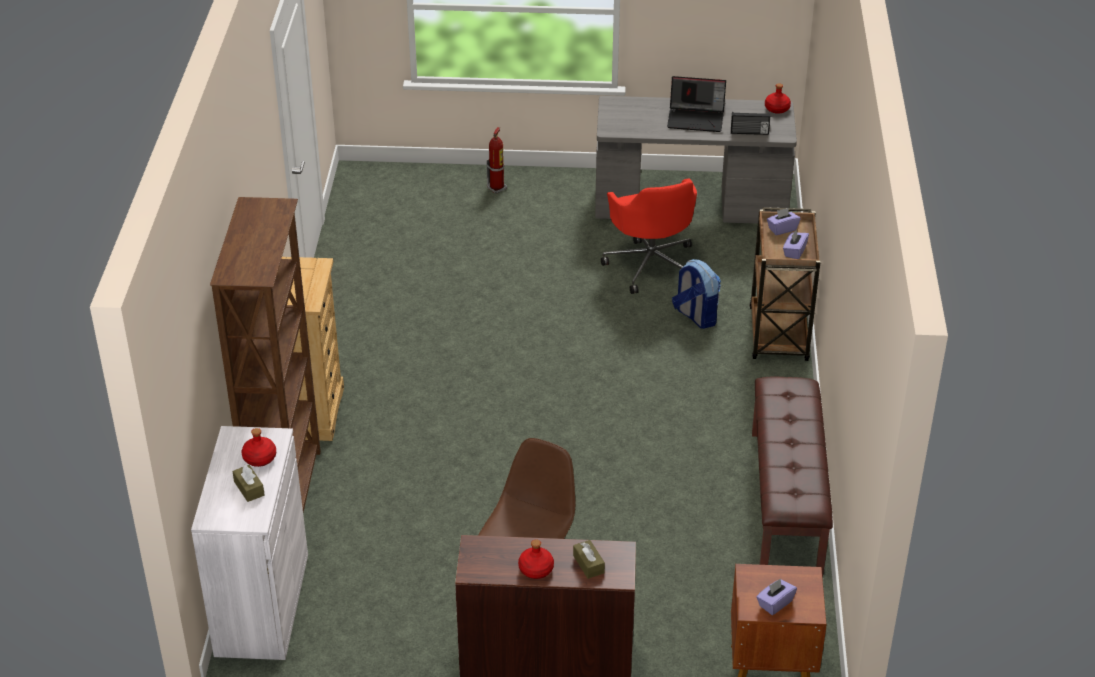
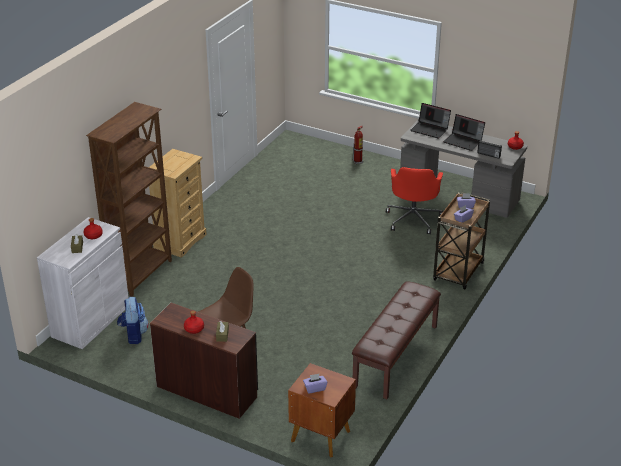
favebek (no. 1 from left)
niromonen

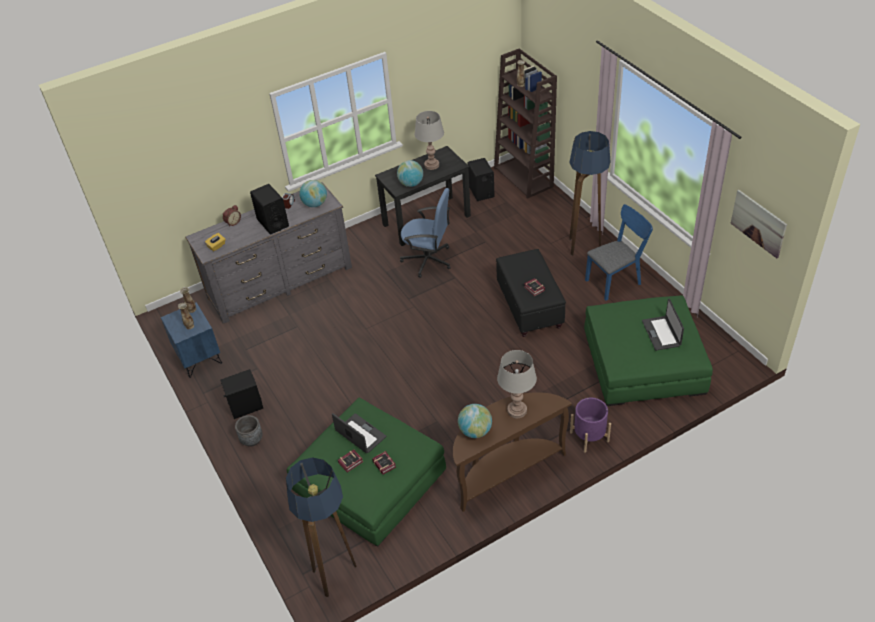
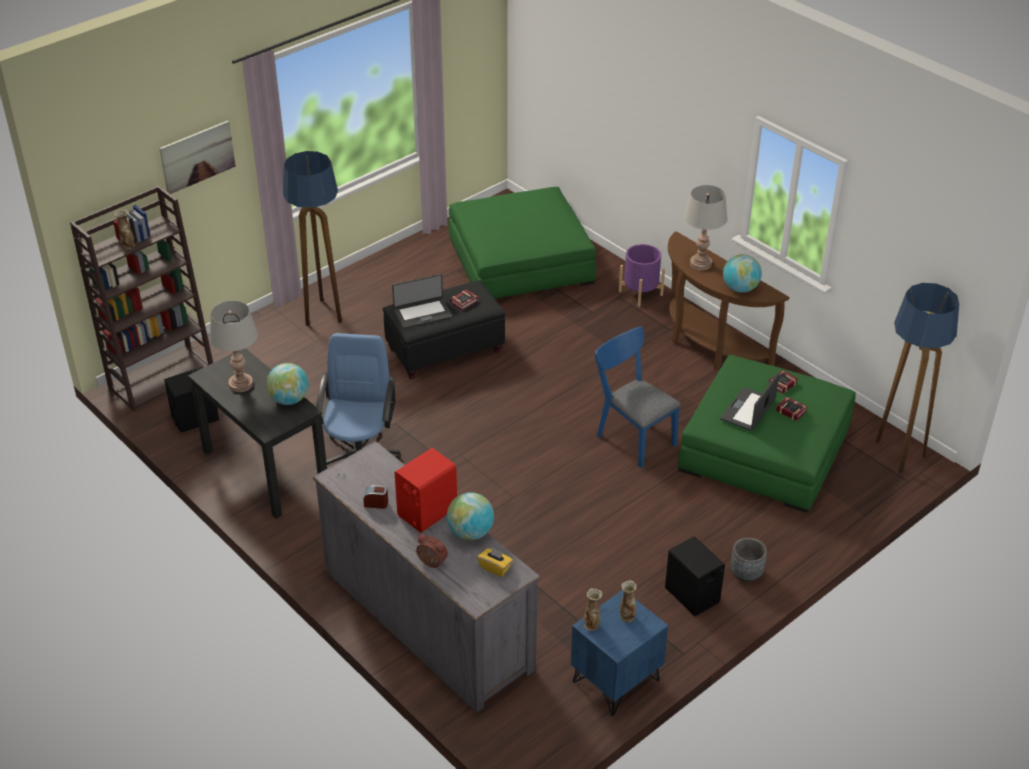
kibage (no. 2 from left)
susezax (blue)
favebek (no. 1 from left)
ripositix
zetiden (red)

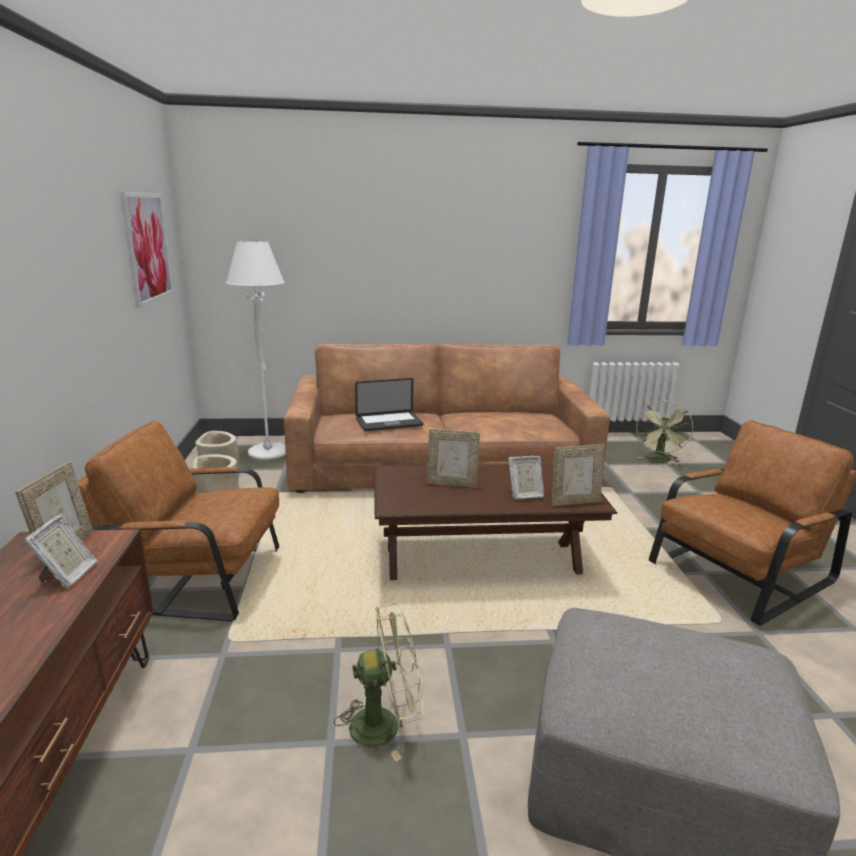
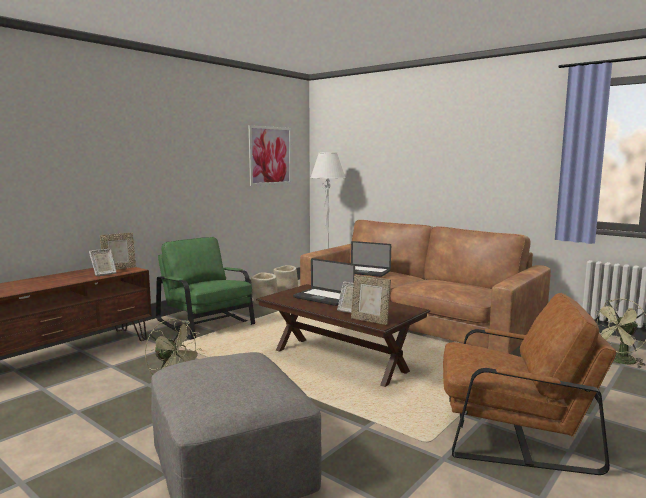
favebek (no. 1 from left)
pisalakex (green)

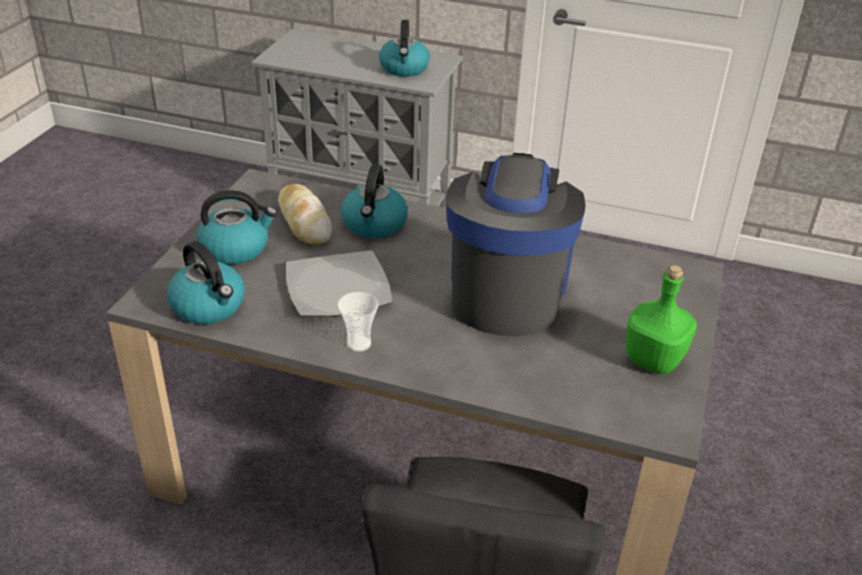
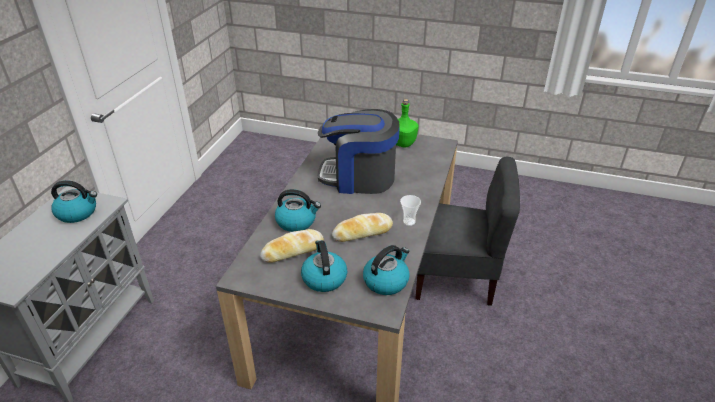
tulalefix (no. 2 from left)

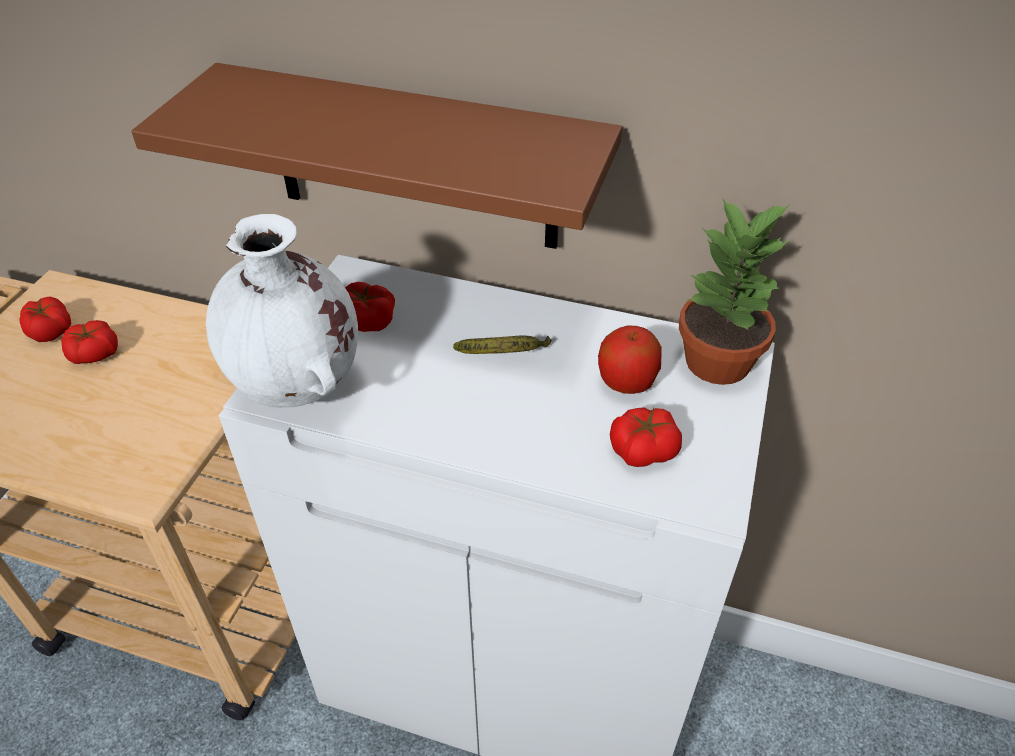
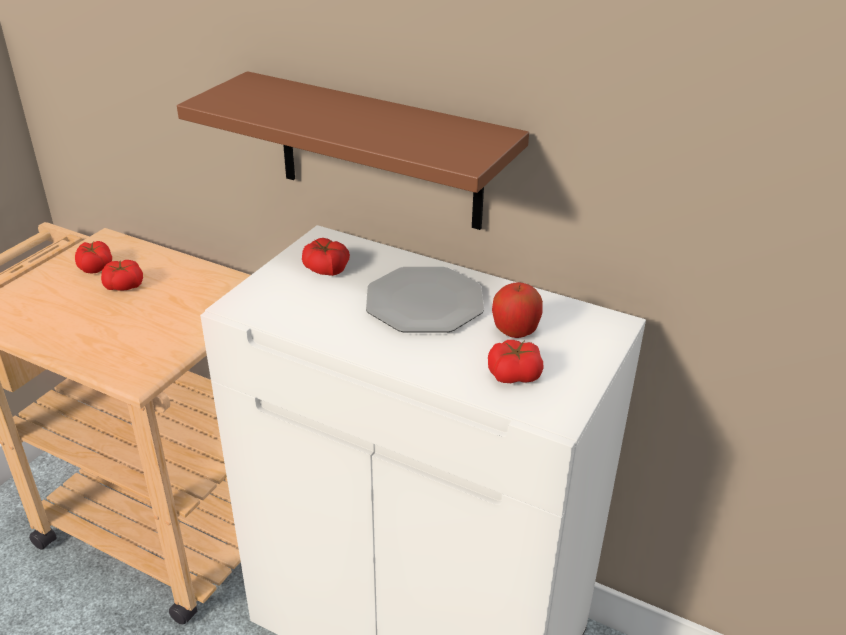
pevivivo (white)
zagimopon
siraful

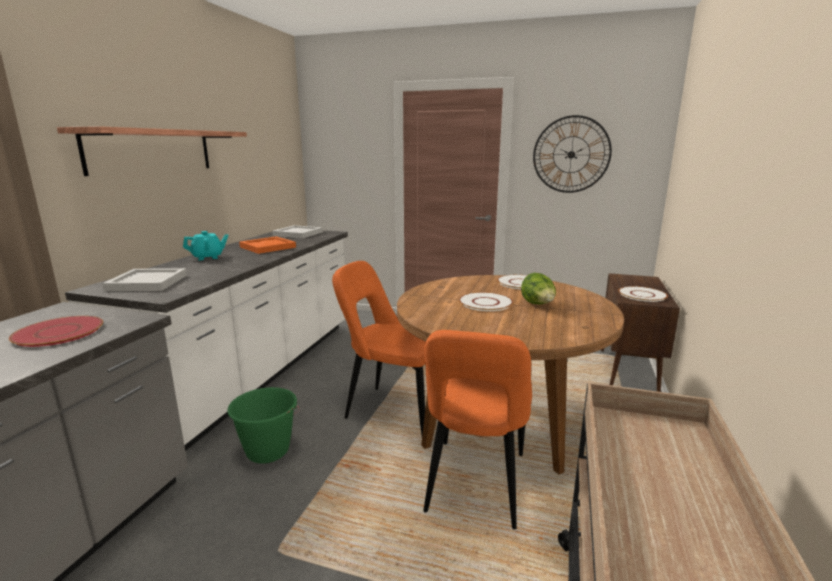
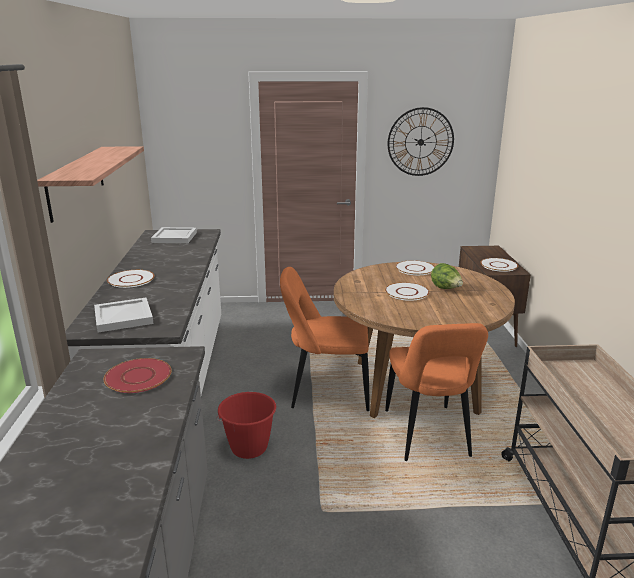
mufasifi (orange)
siraful (white) (no. 1 from left)
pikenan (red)

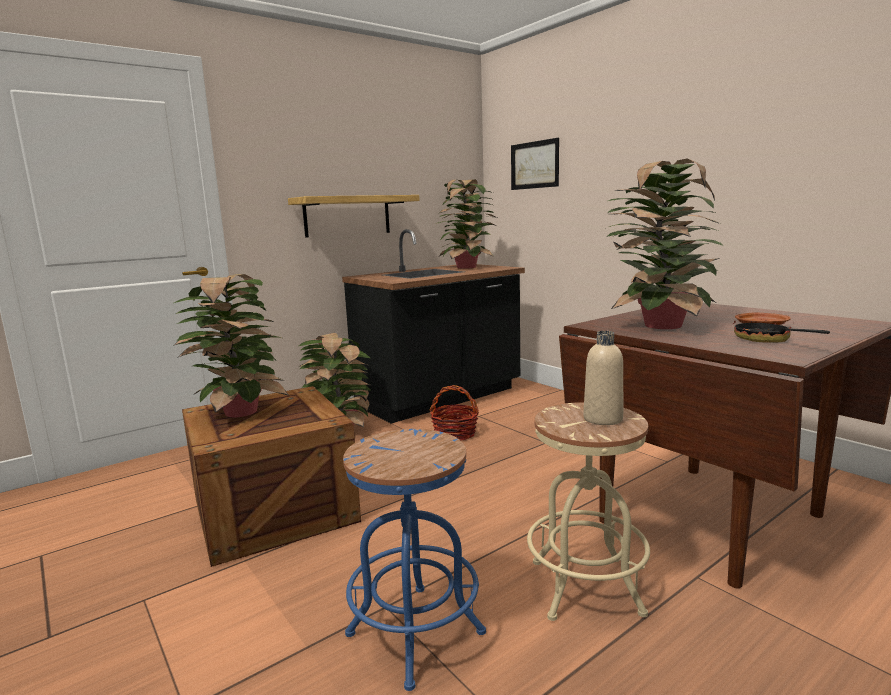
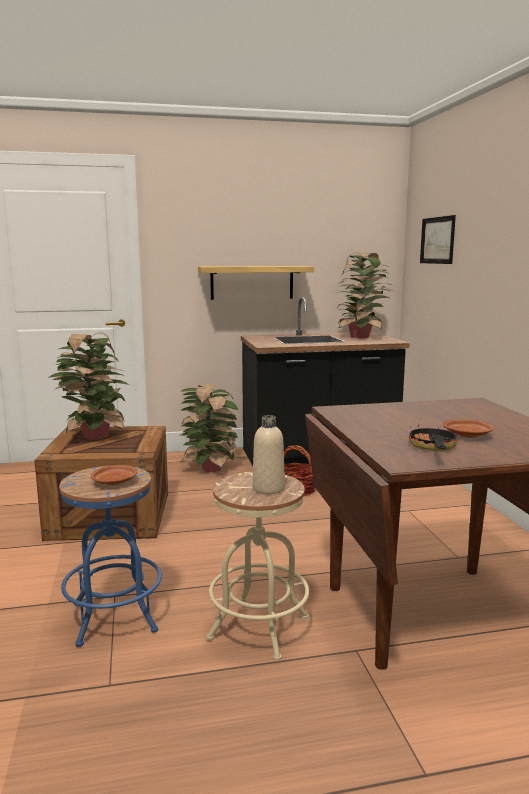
zagimopon (no. 4 from left in the first image)
siraful (brown) (no. 1 from left)

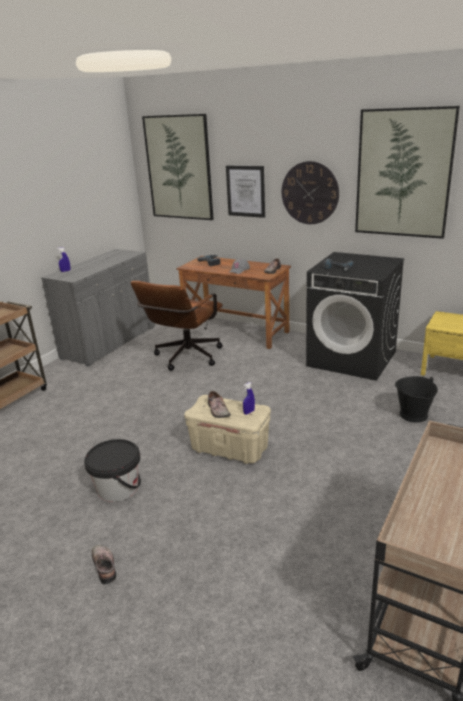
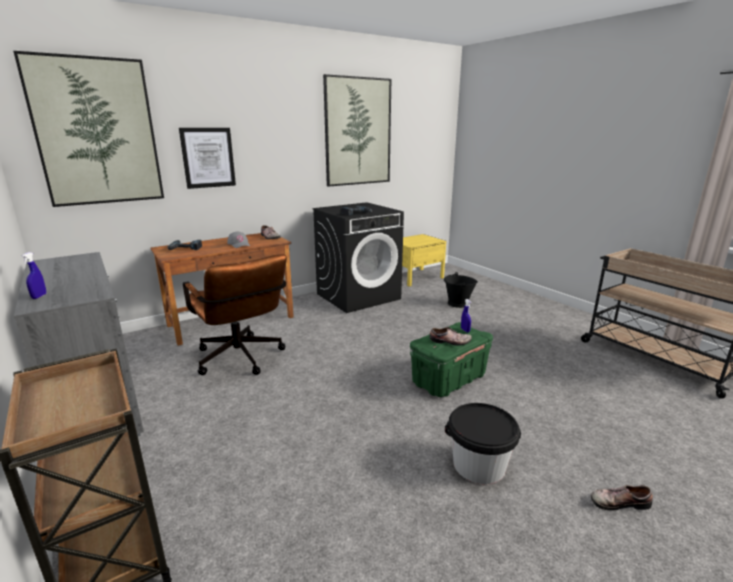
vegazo
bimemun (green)

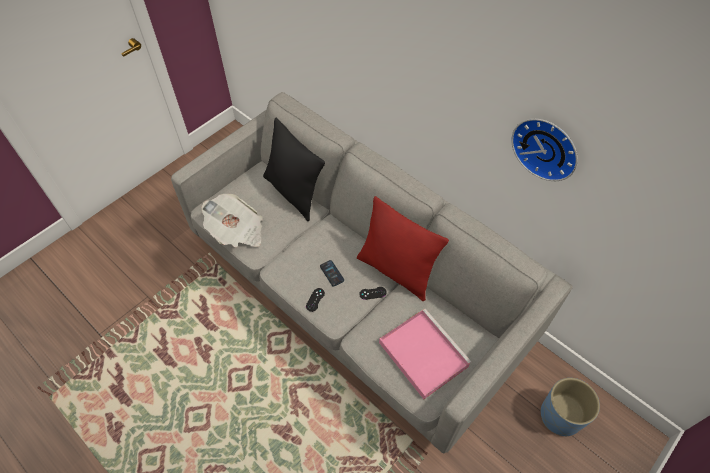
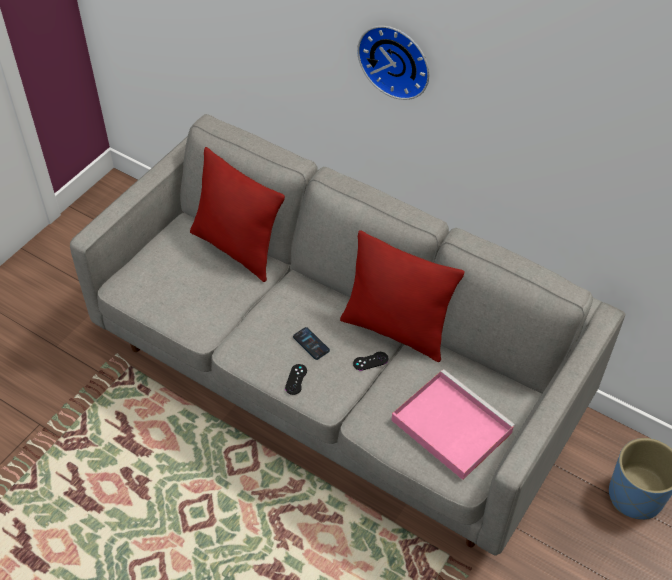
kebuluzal
vegazo
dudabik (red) (no. 1 from left)

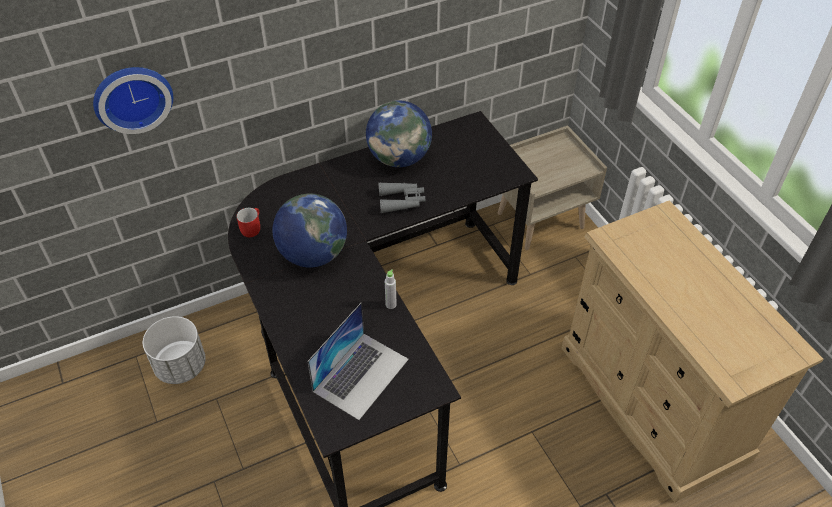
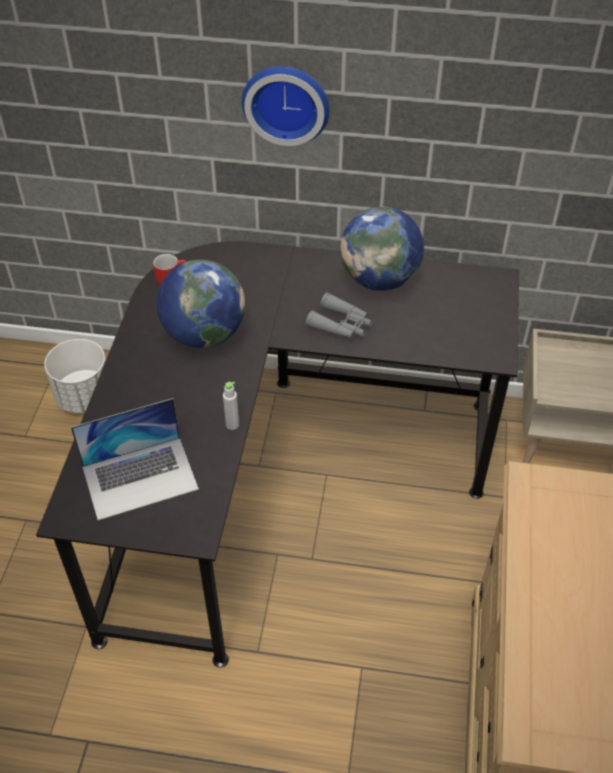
vegazo

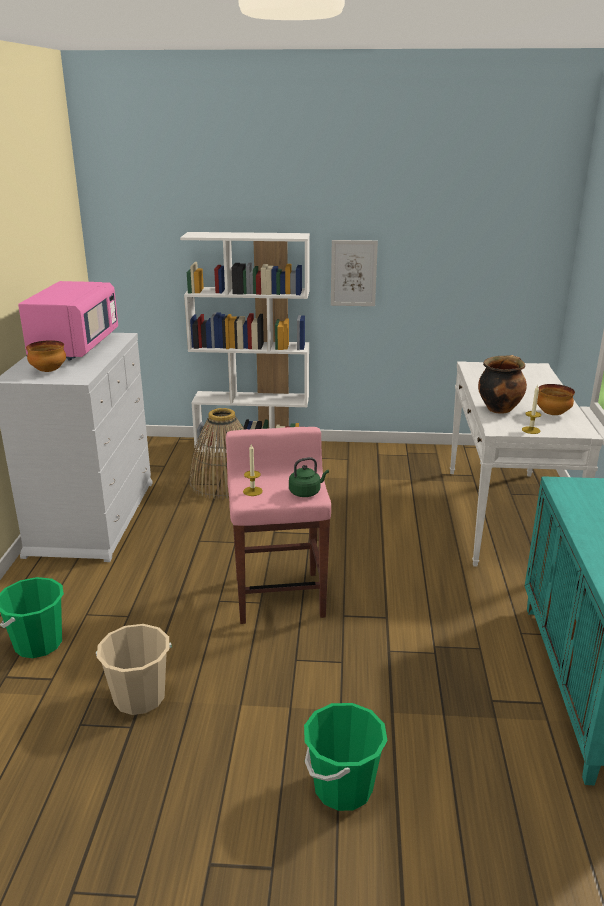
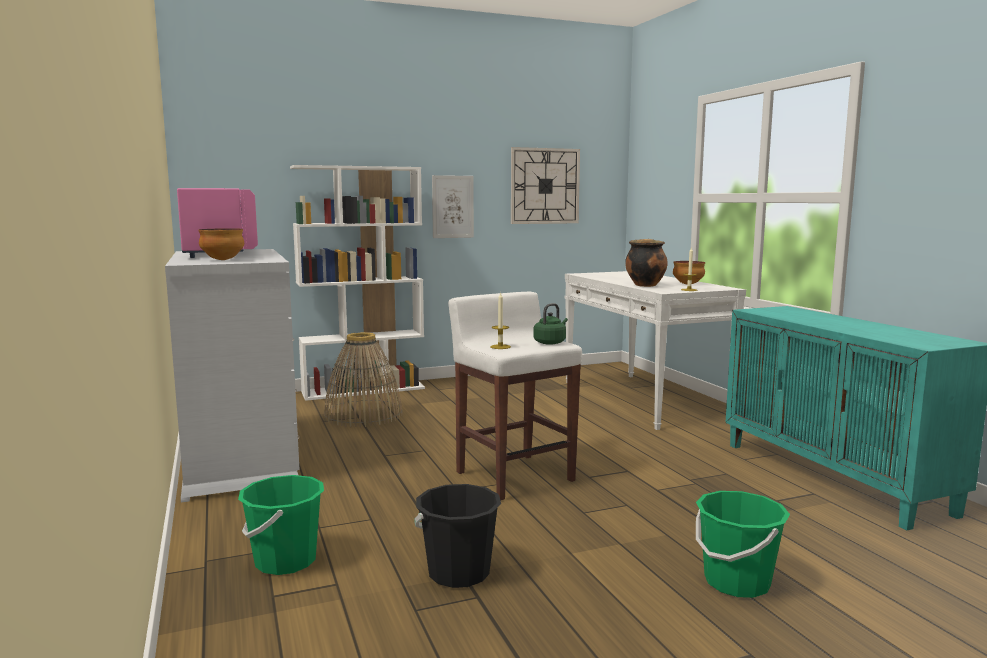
vegazo
pikenan (black)
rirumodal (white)

